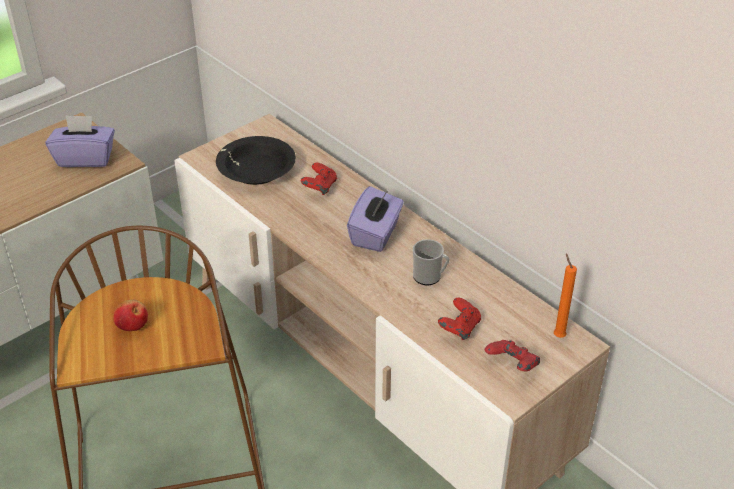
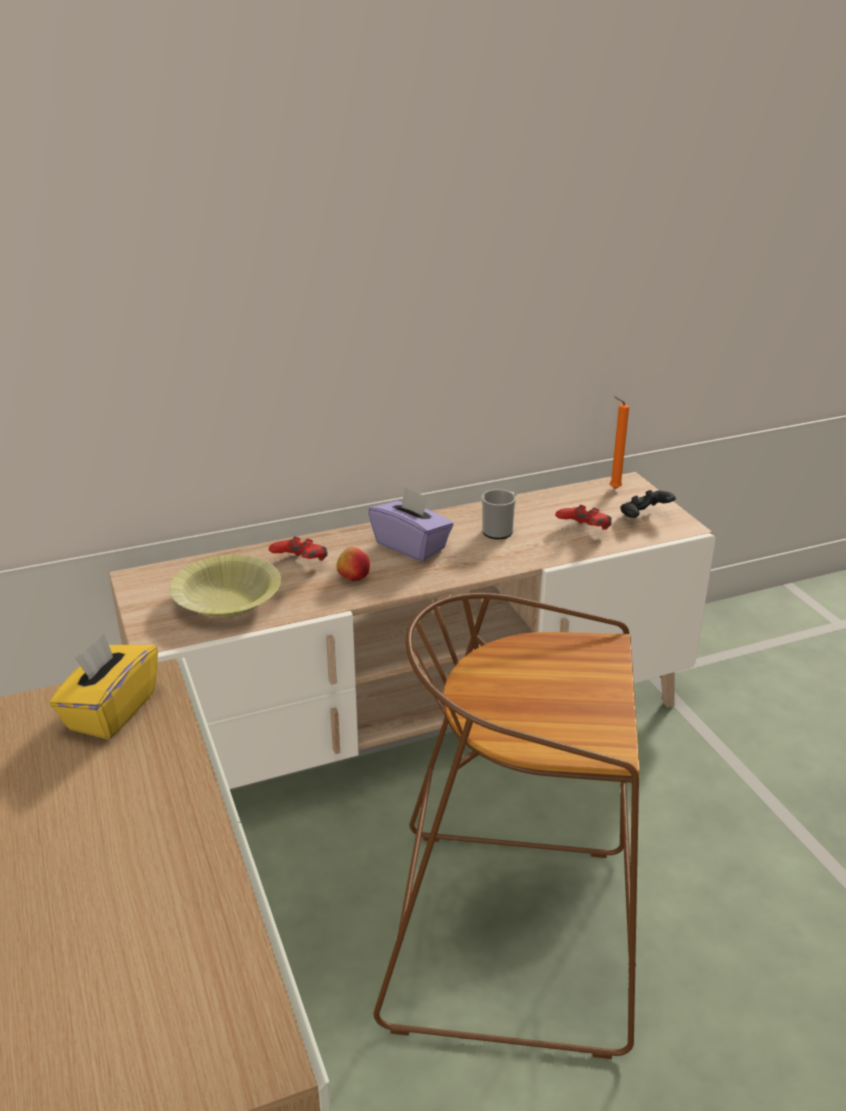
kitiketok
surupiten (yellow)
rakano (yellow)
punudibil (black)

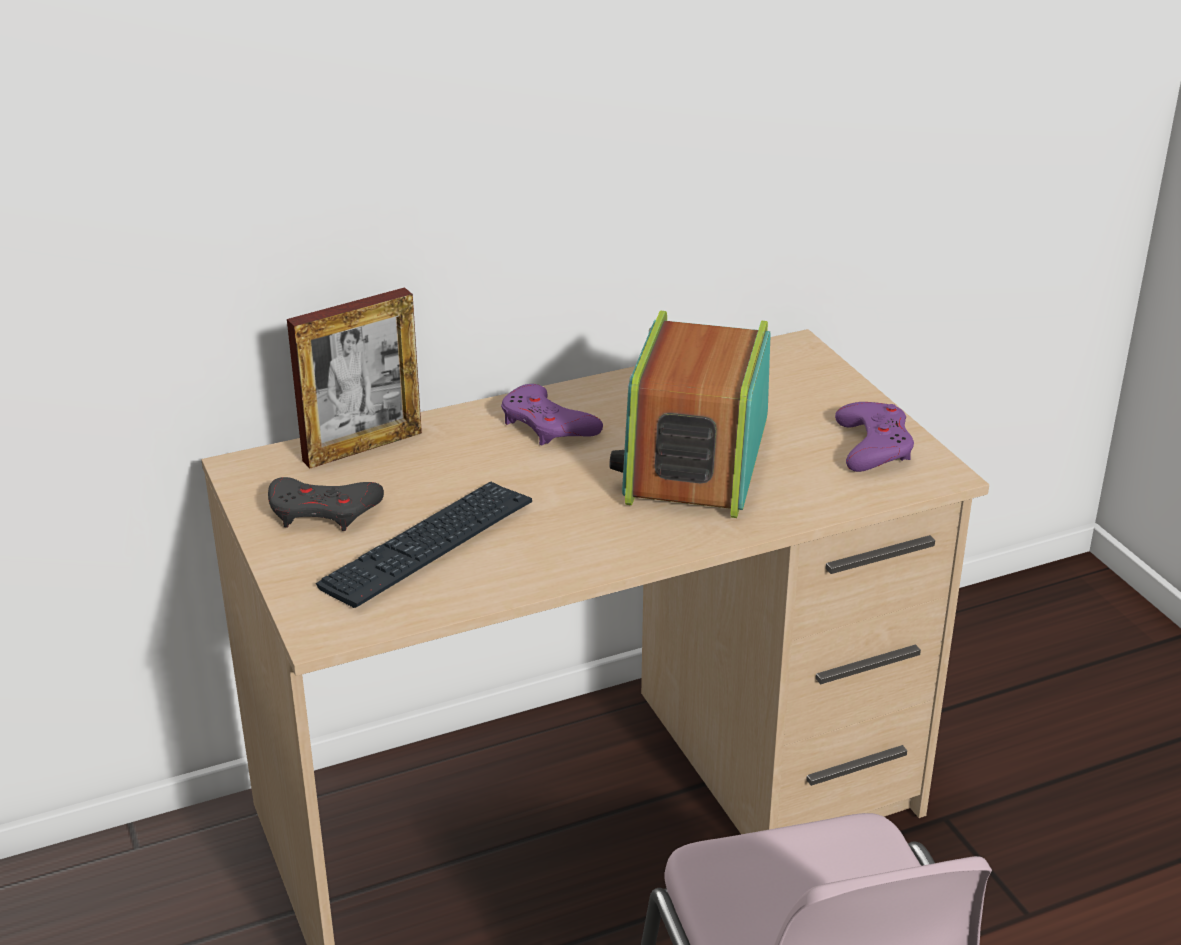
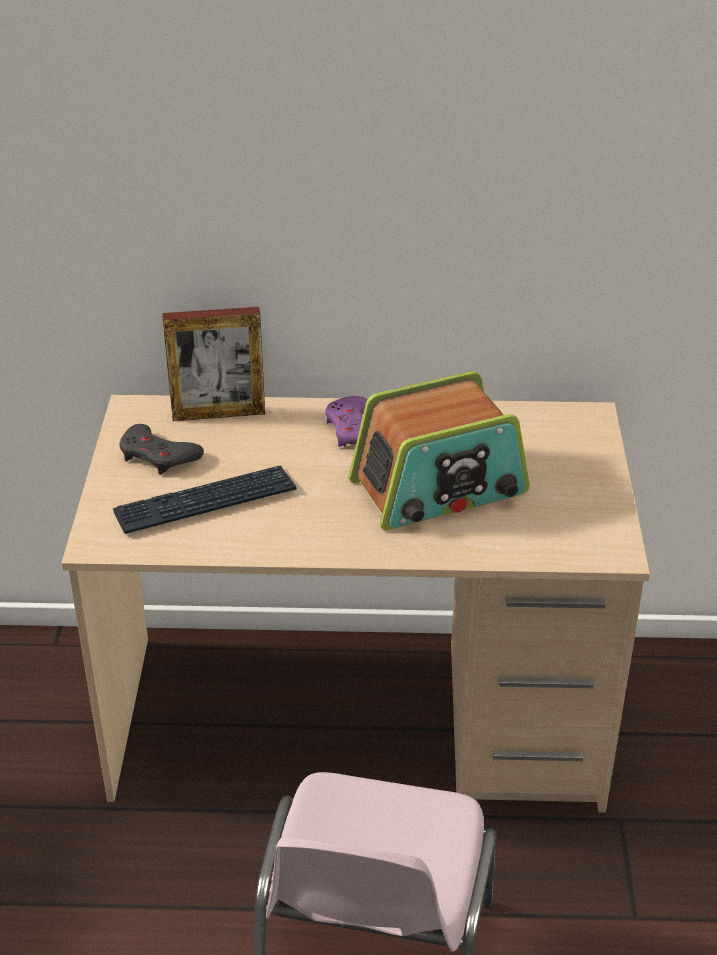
punudibil (purple) (no. 2 from left in the first image)
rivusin

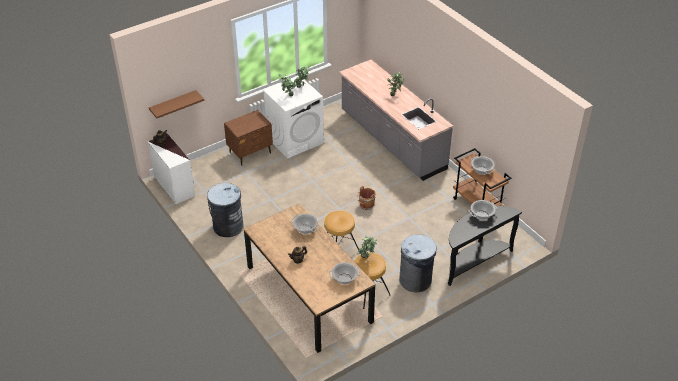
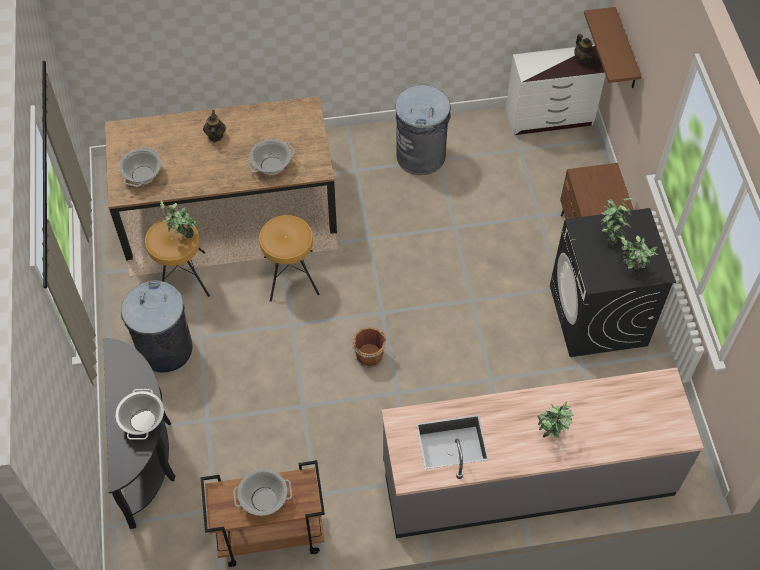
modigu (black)

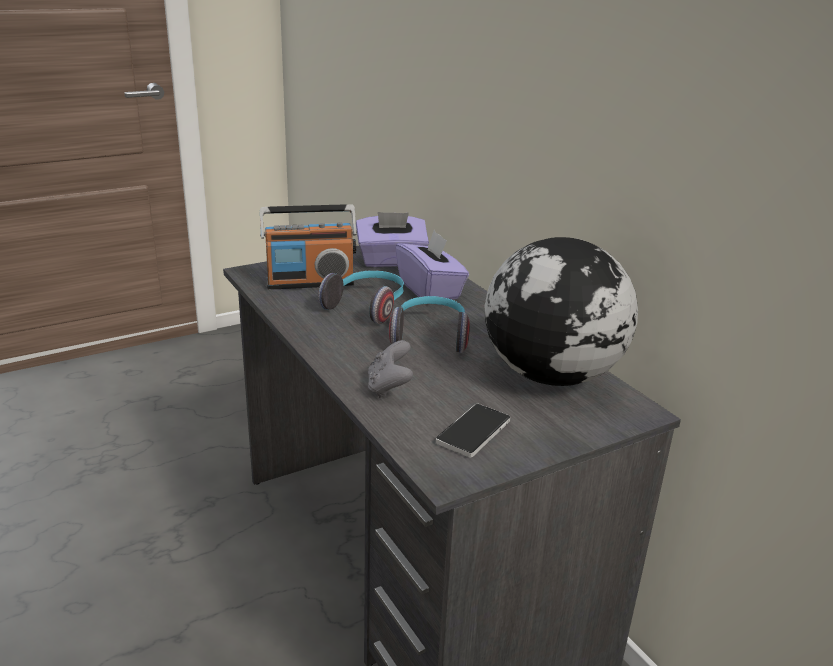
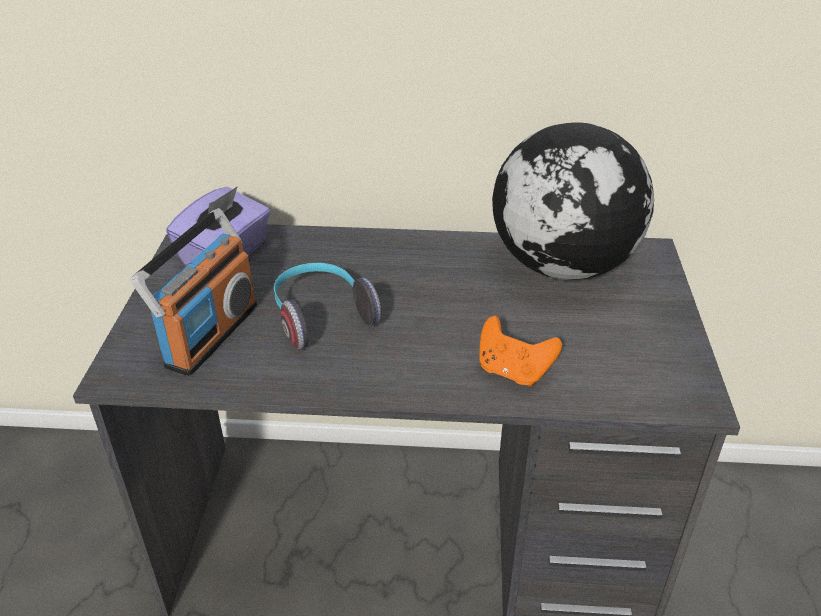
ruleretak (no. 2 from left in the first image)
surupiten (purple) (no. 2 from left in the first image)
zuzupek
punudibil (orange)

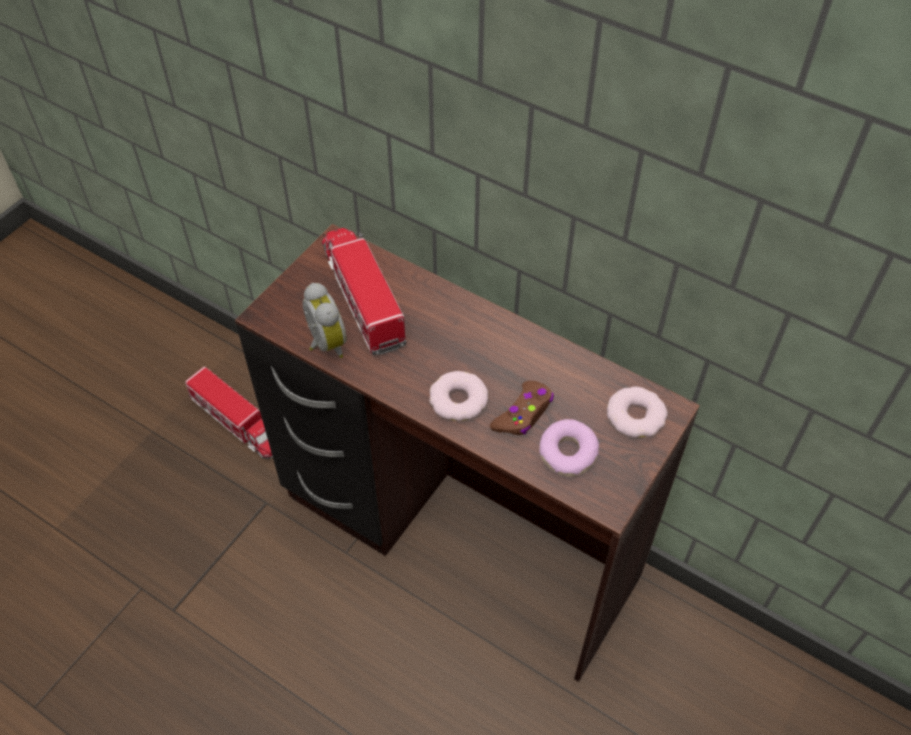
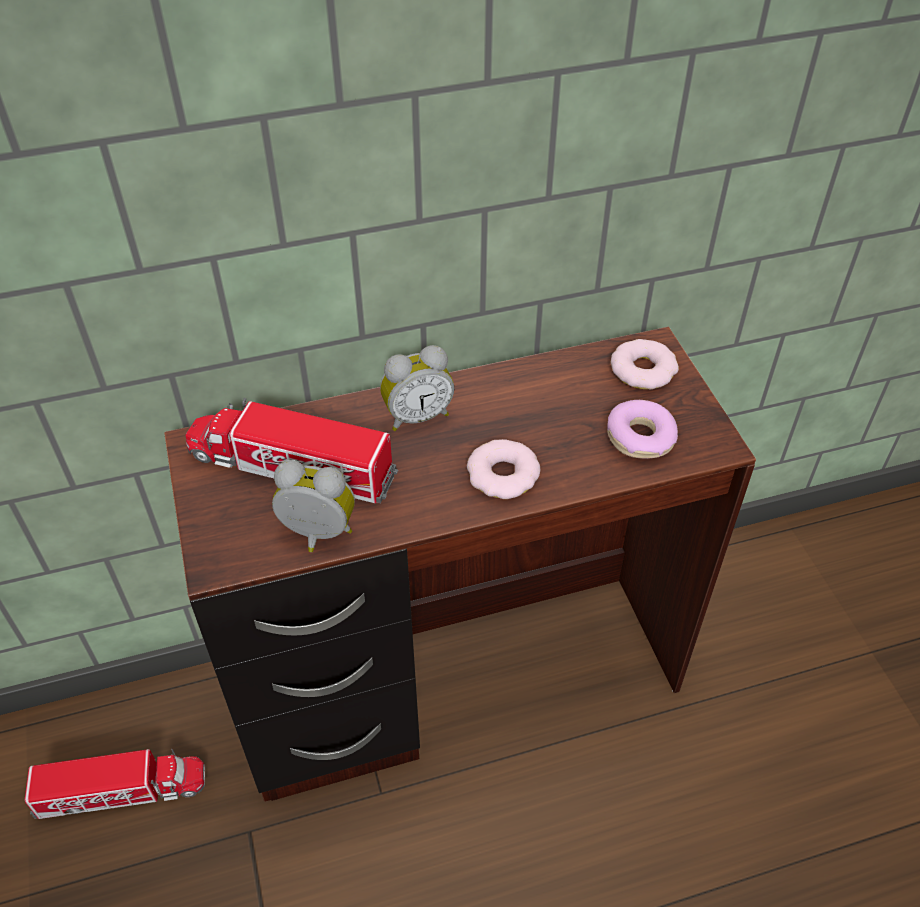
punudibil (brown)
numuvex (no. 2 from left)

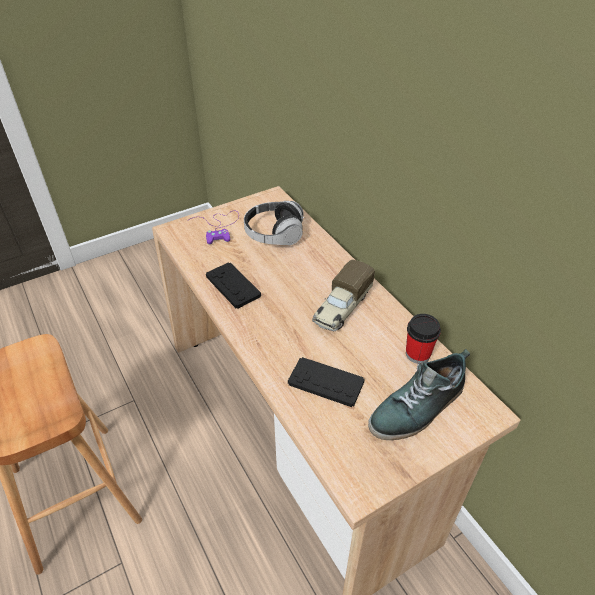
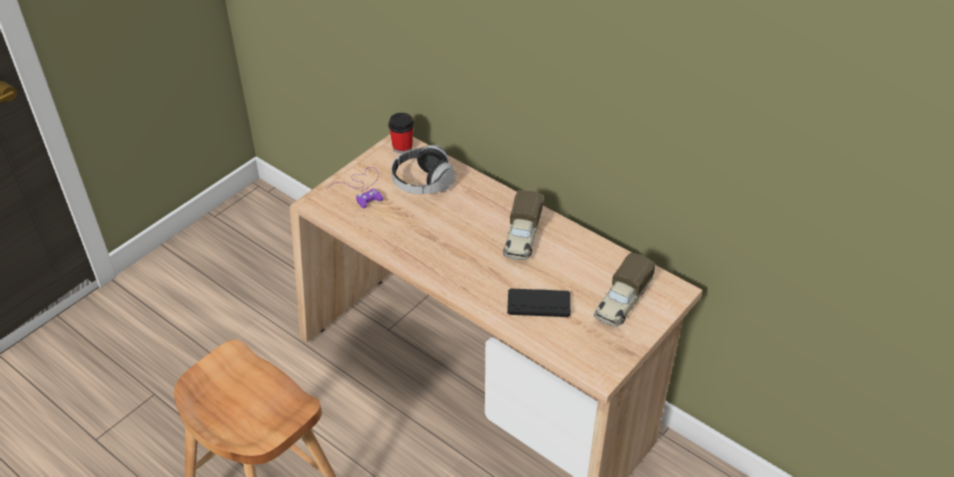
punudibil (black) (no. 1 from left in the first image)
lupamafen
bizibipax (no. 2 from left)

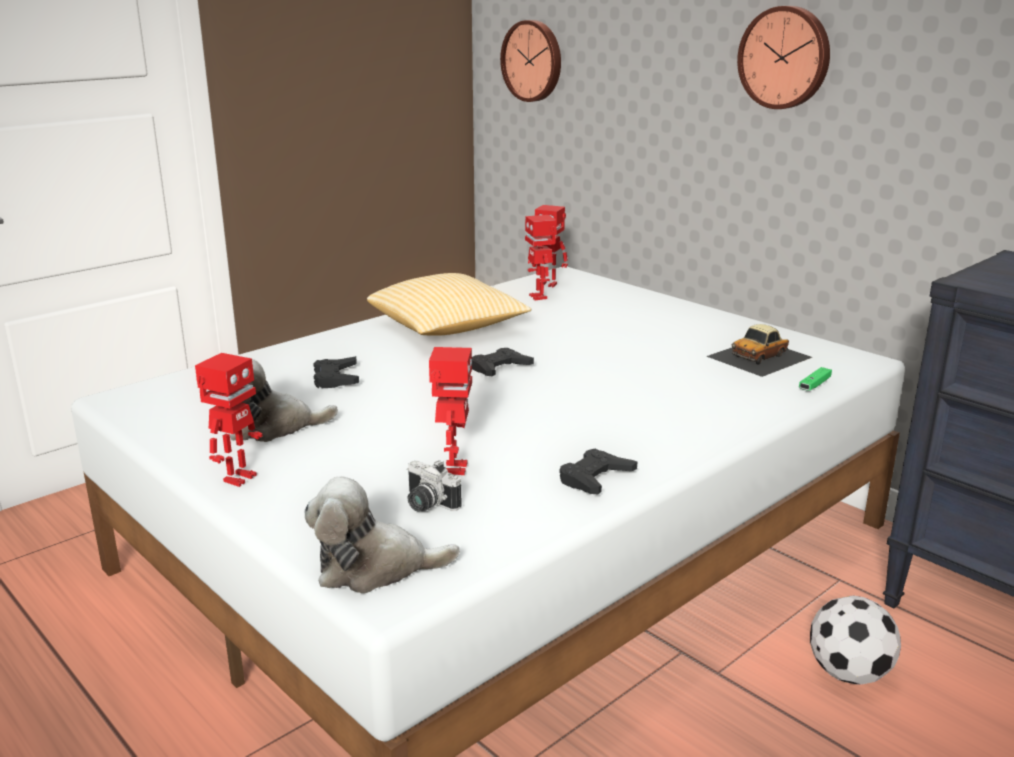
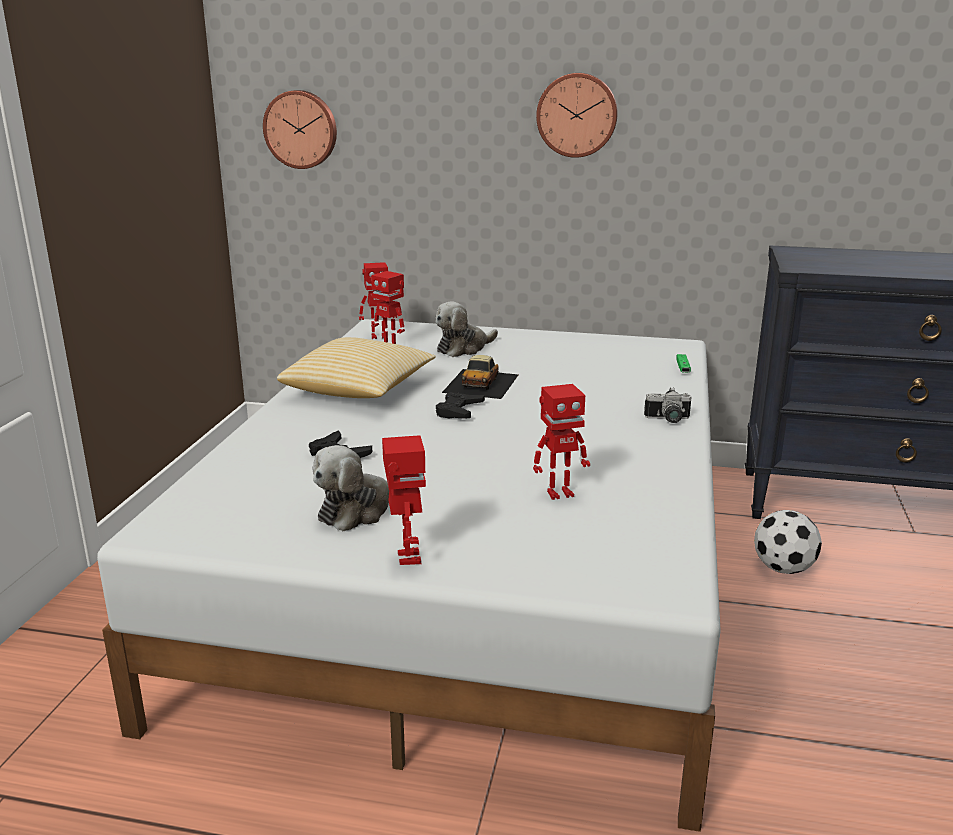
punudibil (black) (no. 3 from left in the first image)
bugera (no. 2 from left)
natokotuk
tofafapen
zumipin (no. 4 from left)

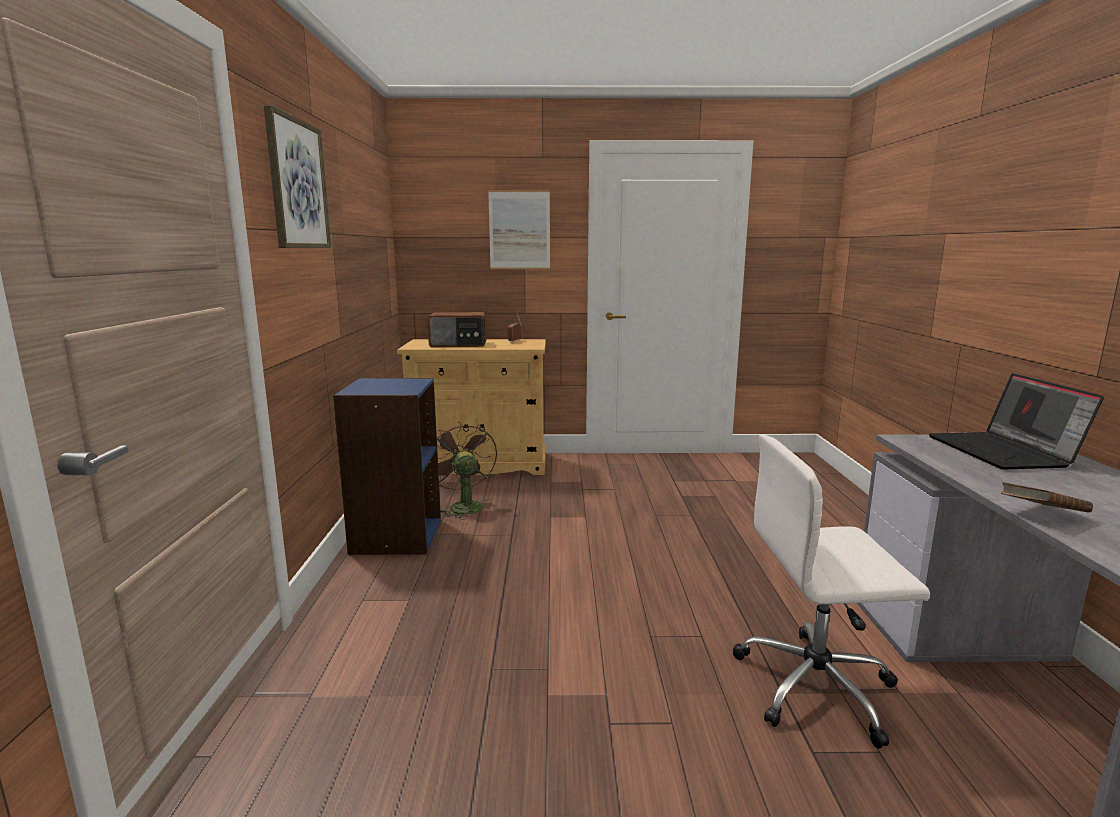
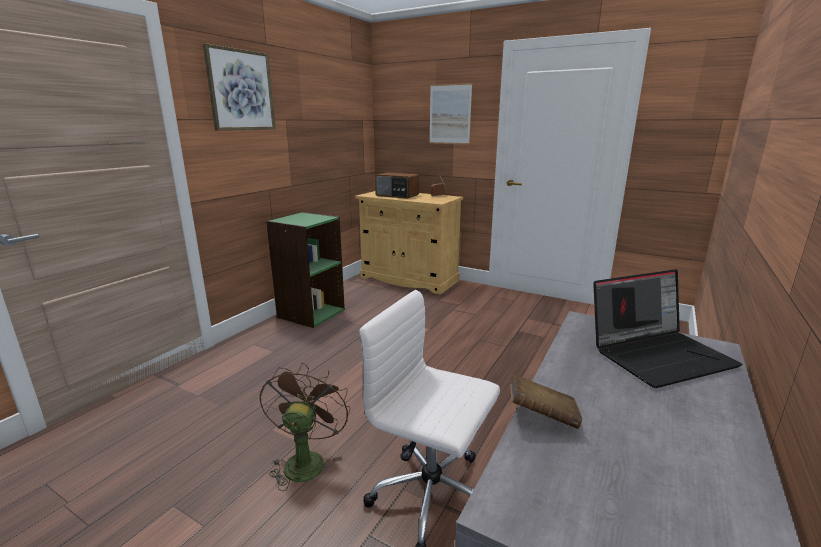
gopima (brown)
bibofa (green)
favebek

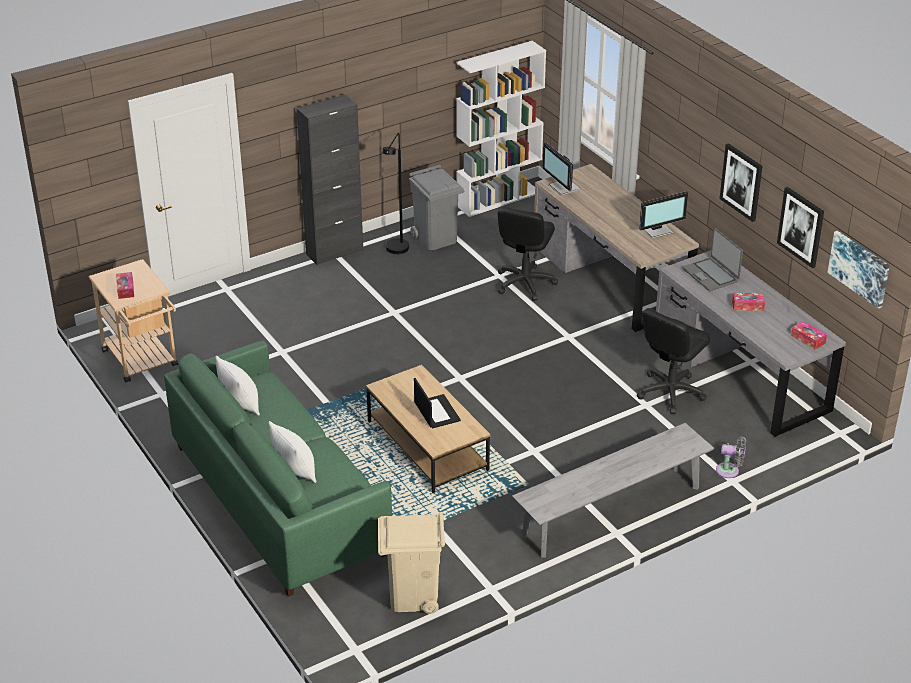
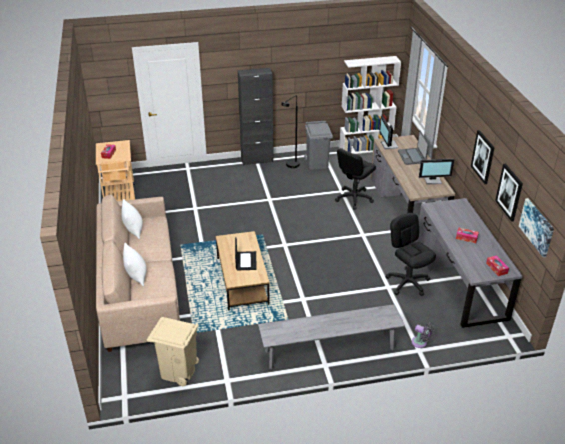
favebek (no. 2 from left)
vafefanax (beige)
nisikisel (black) (no. 2 from left)

